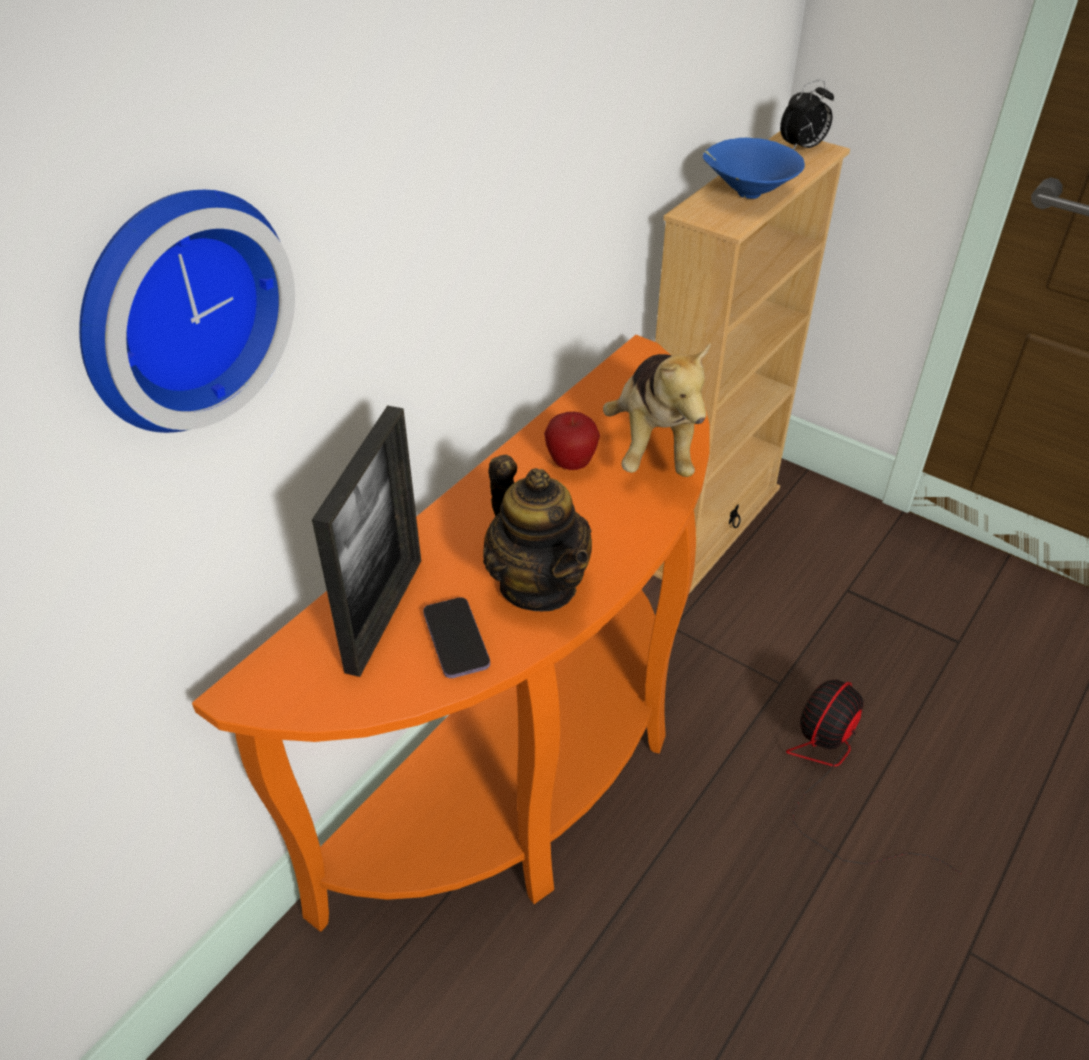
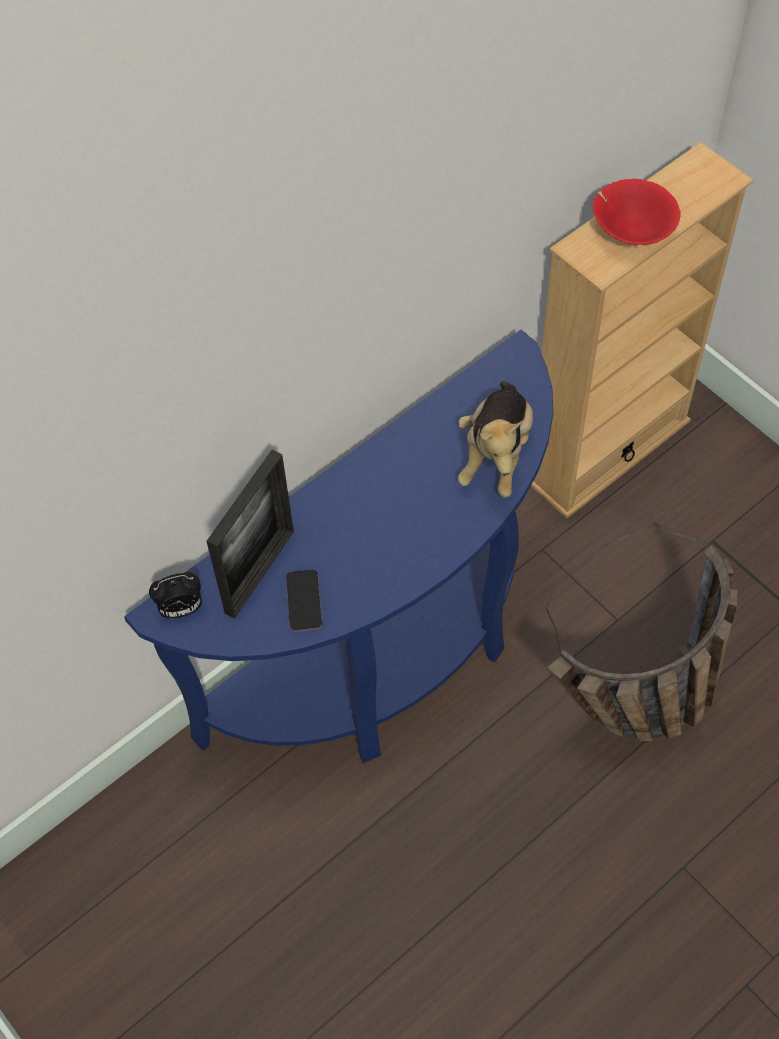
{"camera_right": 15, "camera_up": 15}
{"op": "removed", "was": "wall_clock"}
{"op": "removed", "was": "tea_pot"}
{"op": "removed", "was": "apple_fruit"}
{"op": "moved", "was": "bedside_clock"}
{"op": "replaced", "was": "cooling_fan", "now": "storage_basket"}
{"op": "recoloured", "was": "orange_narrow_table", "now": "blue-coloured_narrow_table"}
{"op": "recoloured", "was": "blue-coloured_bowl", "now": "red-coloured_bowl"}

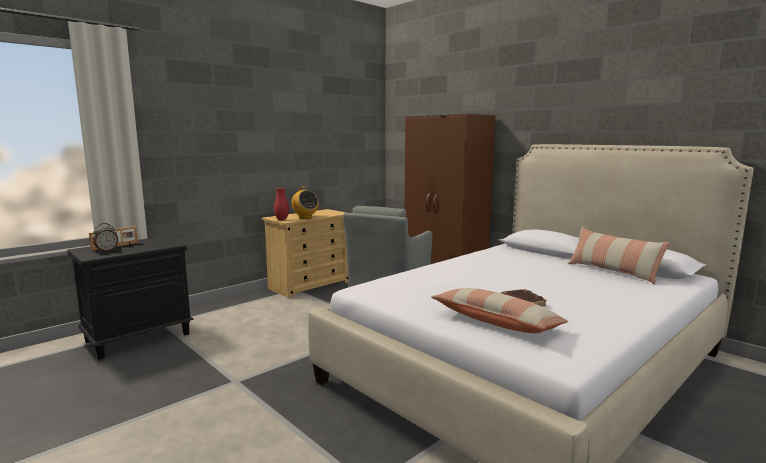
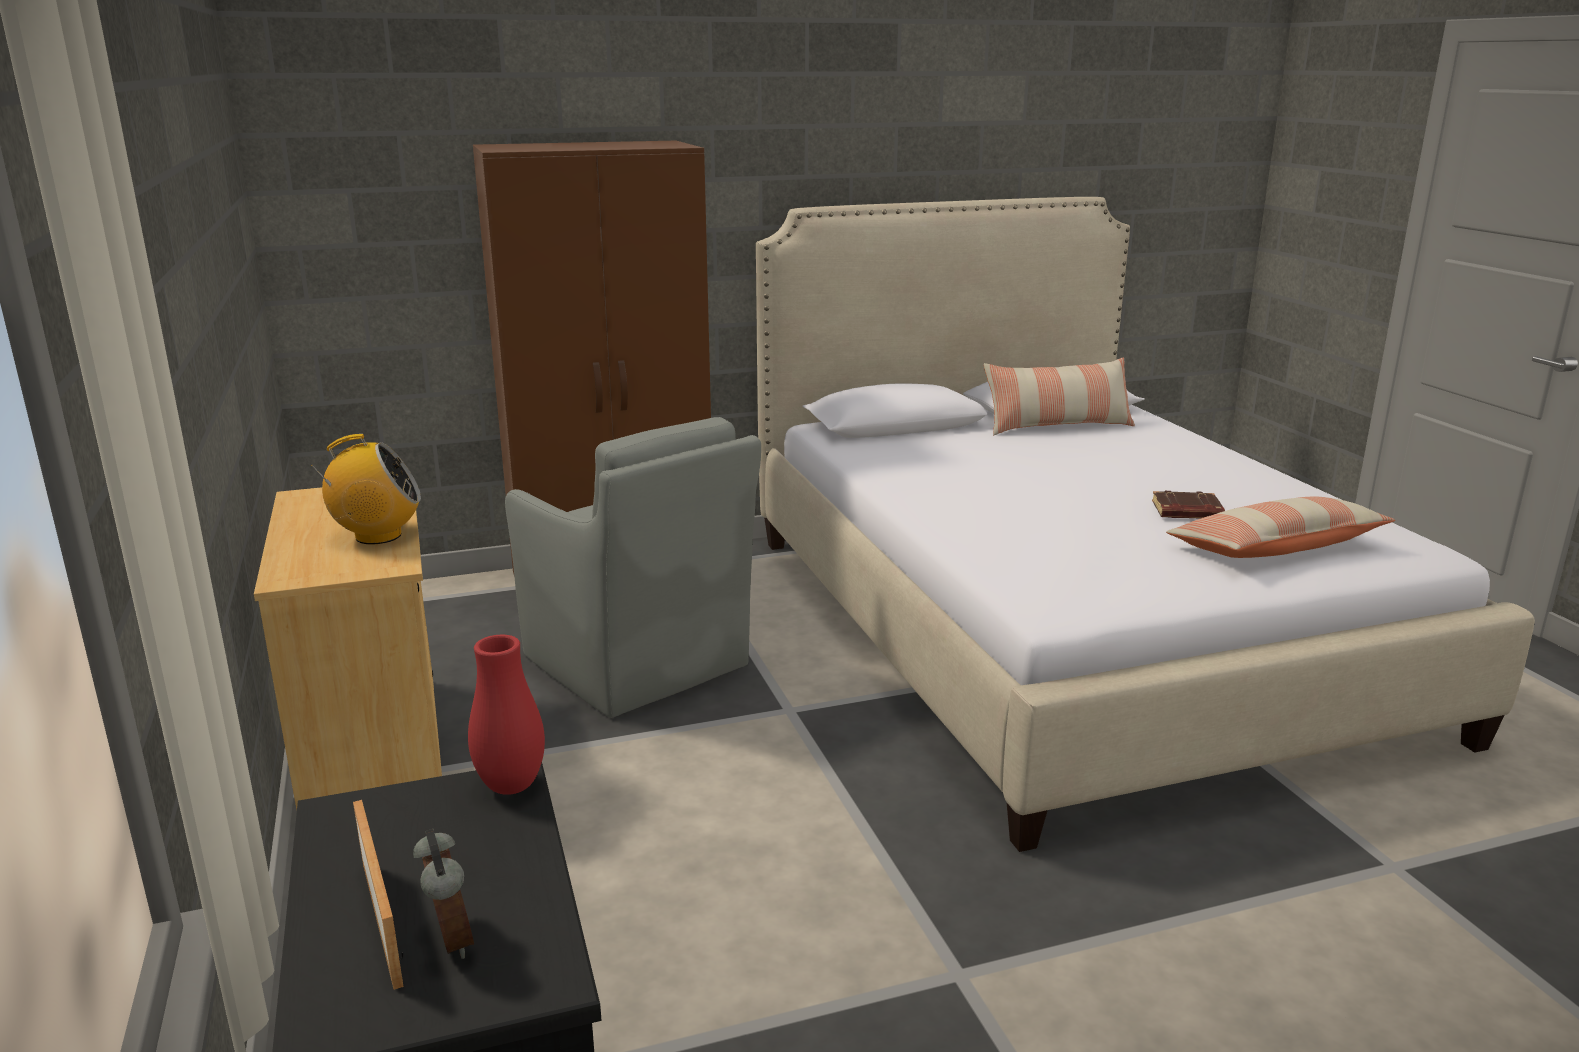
{"camera_right": -65, "camera_up": 10}
{"op": "moved", "was": "red-coloured_flower_vase"}

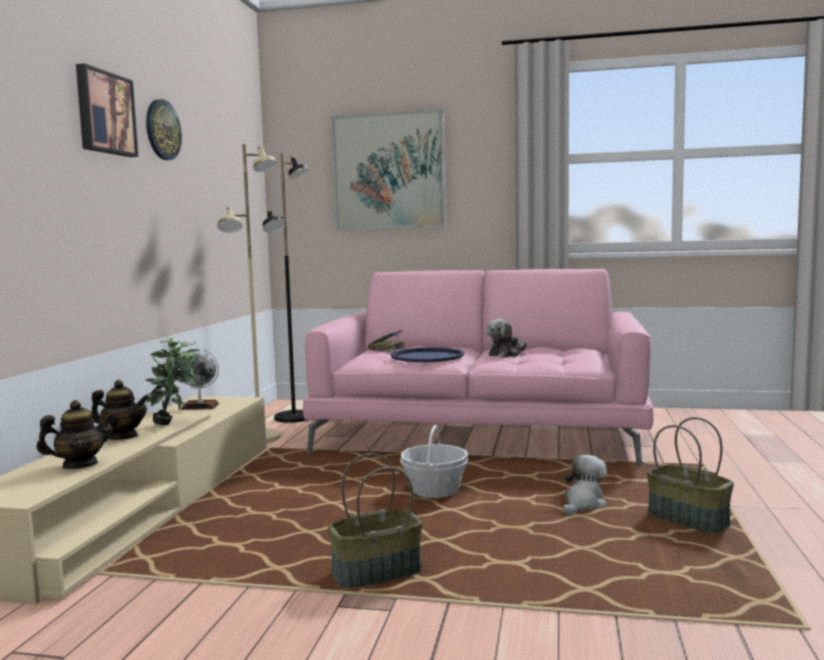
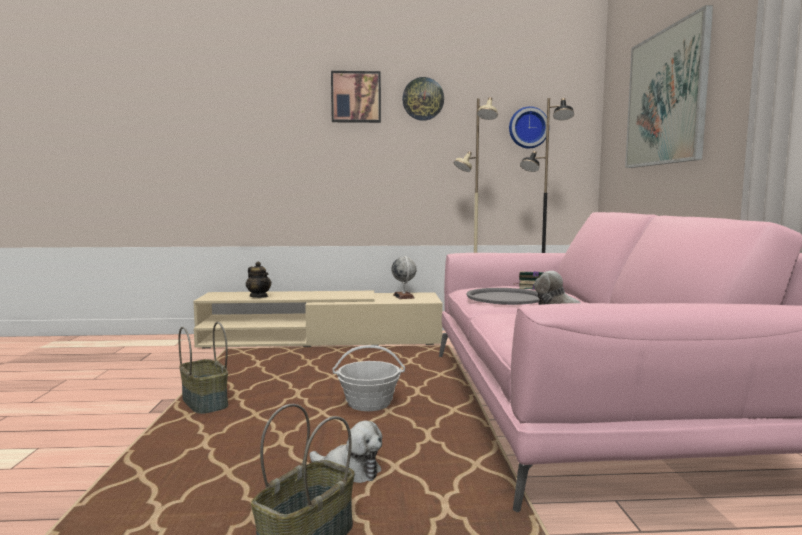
{"camera_right": 75, "camera_up": 0}
{"op": "removed", "was": "tea_pot (2nd from left)"}
{"op": "removed", "was": "plant_in_a_pot"}
{"op": "added", "now": "wall_clock (2nd from left)"}
{"op": "recoloured", "was": "blue-coloured_tray", "now": "grey_tray"}

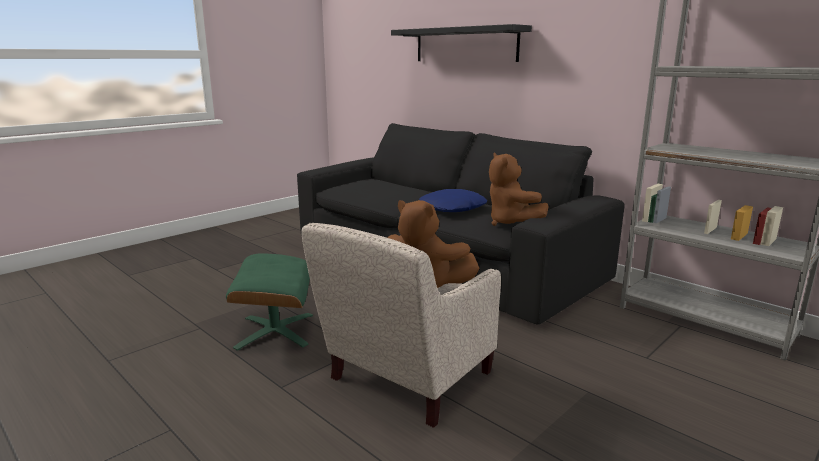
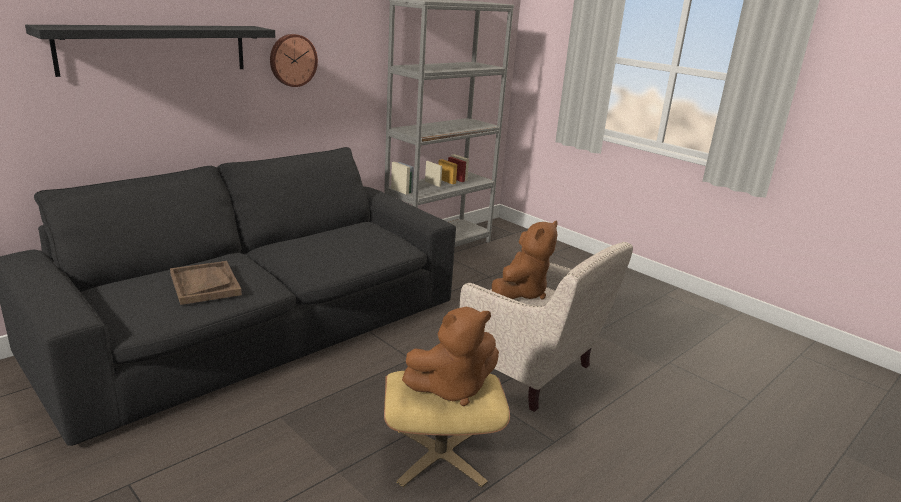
{"camera_right": -90, "camera_up": 5}
{"op": "removed", "was": "blue-coloured_throw_pillow"}
{"op": "added", "now": "brown_tray"}
{"op": "added", "now": "wall_clock"}
{"op": "moved", "was": "brown_soft_toy (2nd from left in the first image)", "now": "brown_soft_toy (1st from left)"}
{"op": "recoloured", "was": "greenish_footrest", "now": "beige-coloured_footrest"}

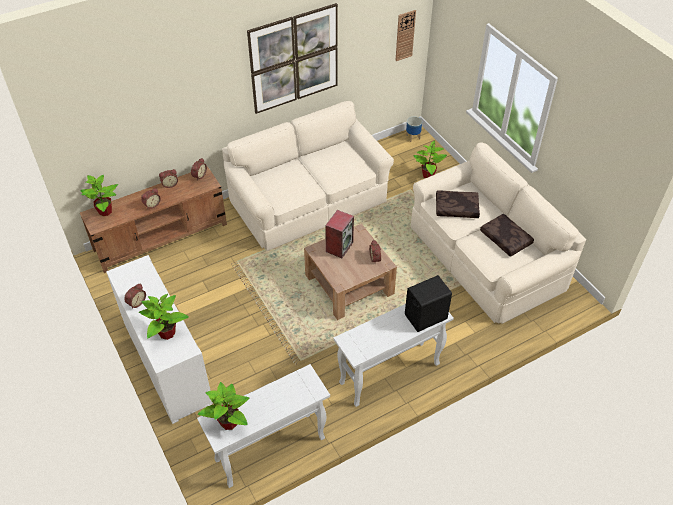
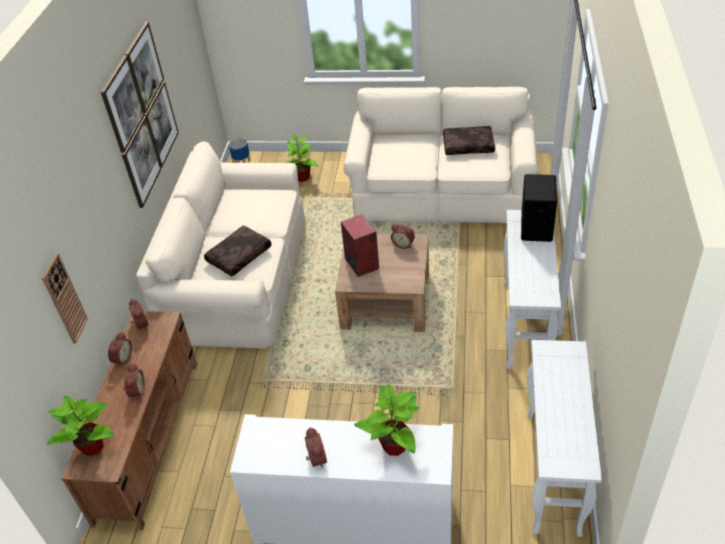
{"camera_right": -50, "camera_up": -5}
{"op": "removed", "was": "plant_in_a_pot (3rd from left)"}
{"op": "moved", "was": "wall_clock"}
{"op": "moved", "was": "brown_throw_pillow (1st from left)"}

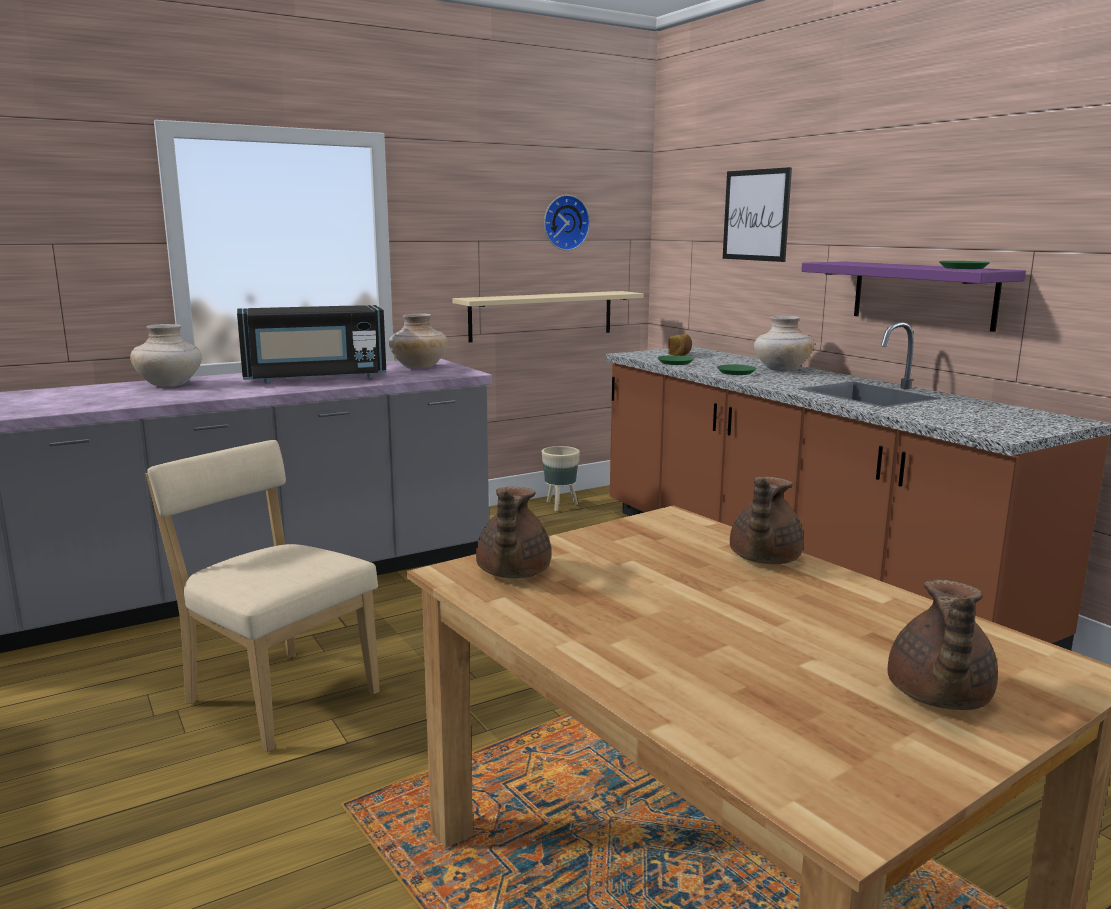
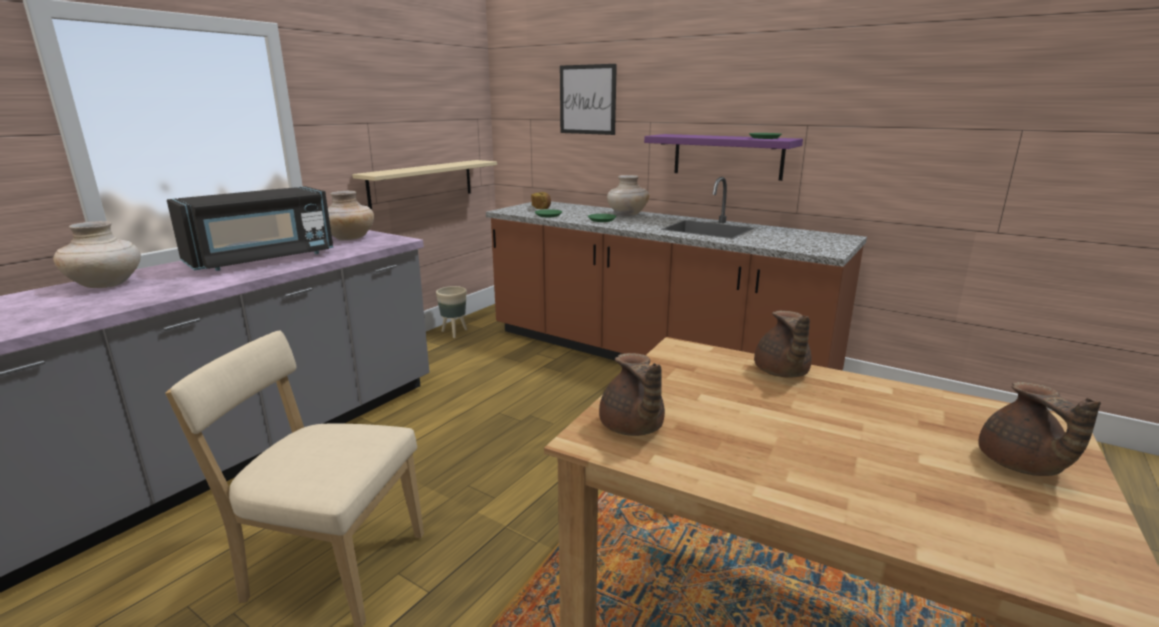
{"camera_right": -25, "camera_up": 5}
{"op": "removed", "was": "wall_clock"}

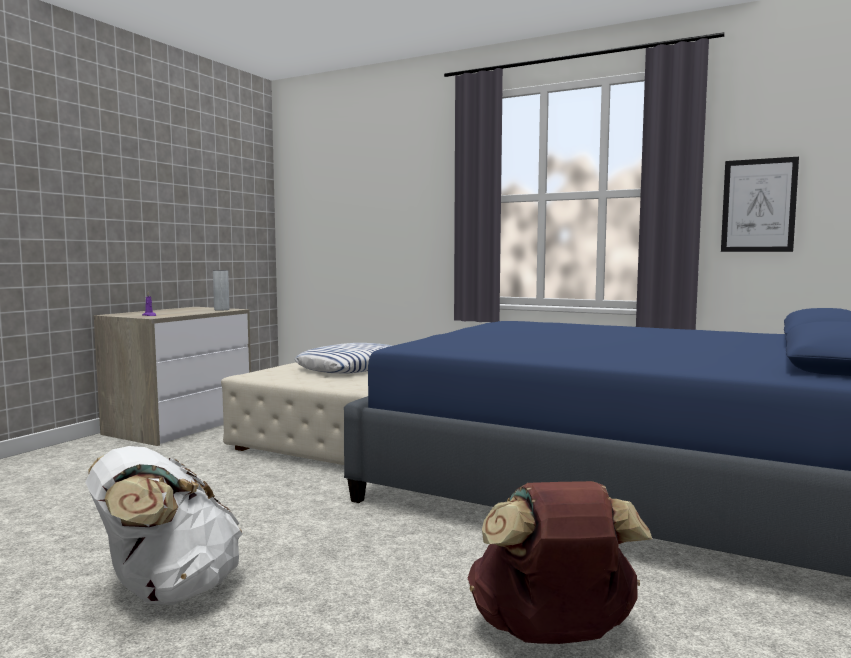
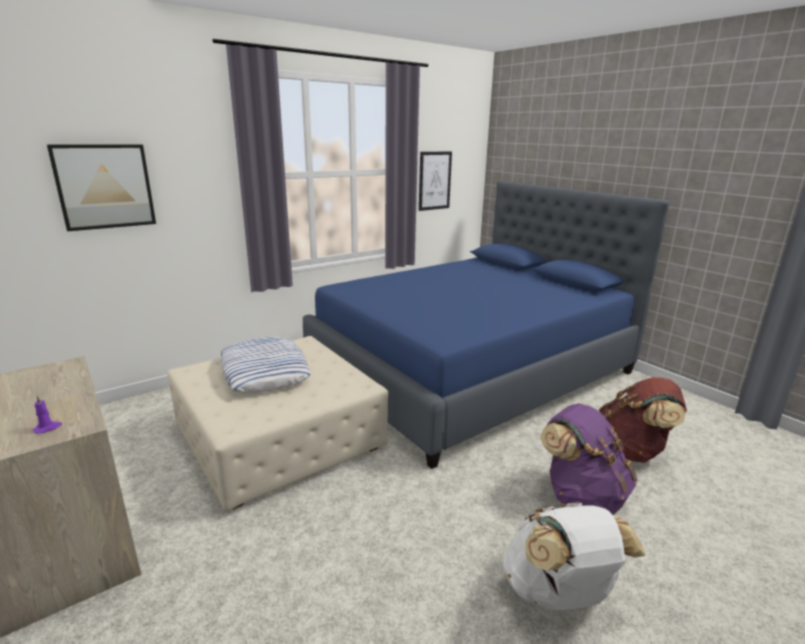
{"camera_right": -65, "camera_up": 15}
{"op": "removed", "was": "grey_flower_vase"}
{"op": "added", "now": "wall_picture (1st from left)"}
{"op": "added", "now": "purple_rucksack"}

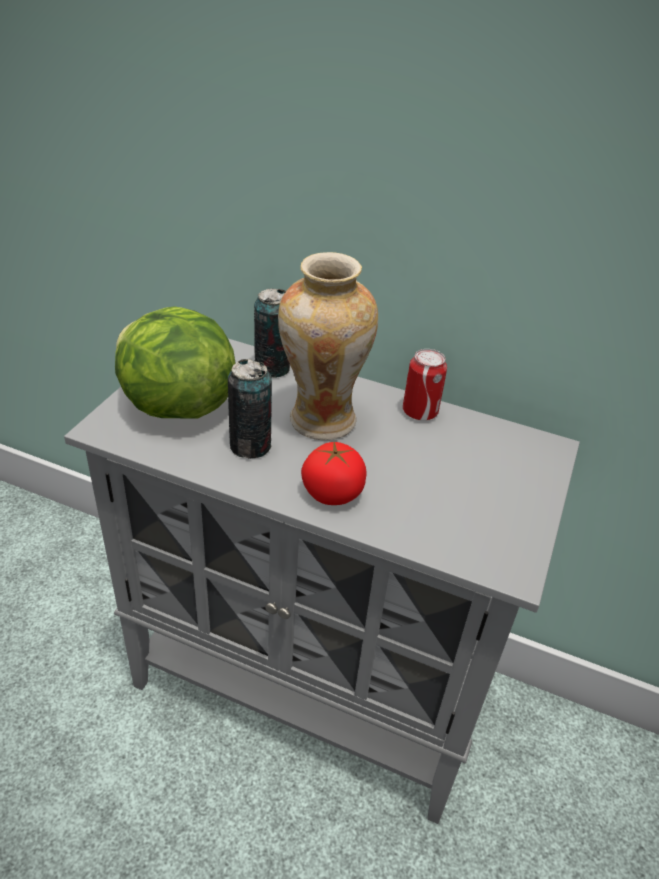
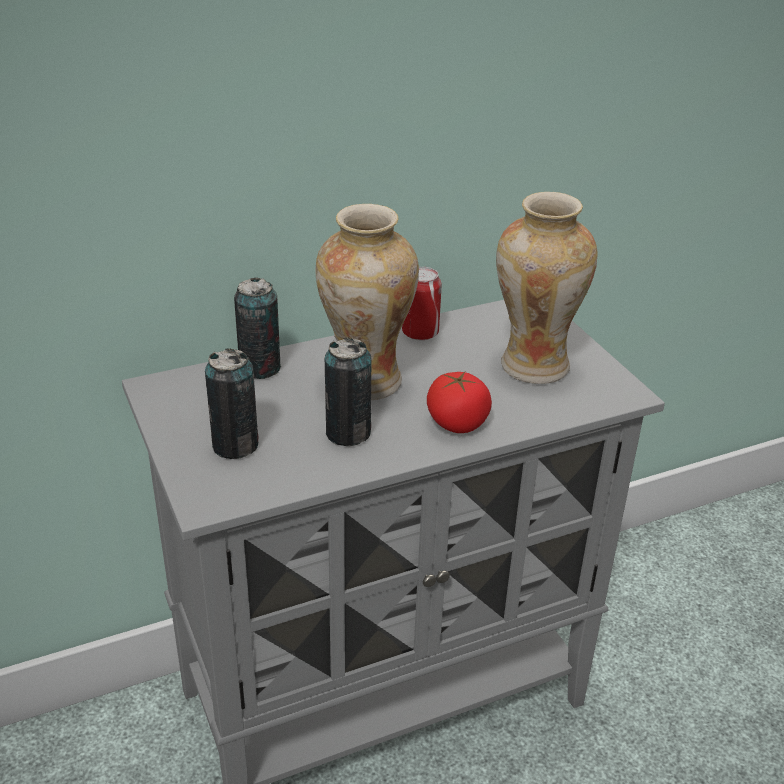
{"camera_right": -45, "camera_up": -5}
{"op": "added", "now": "flower_vase (2nd from left)"}
{"op": "replaced", "was": "lettuce_head", "now": "metal_can (1st from left)"}

